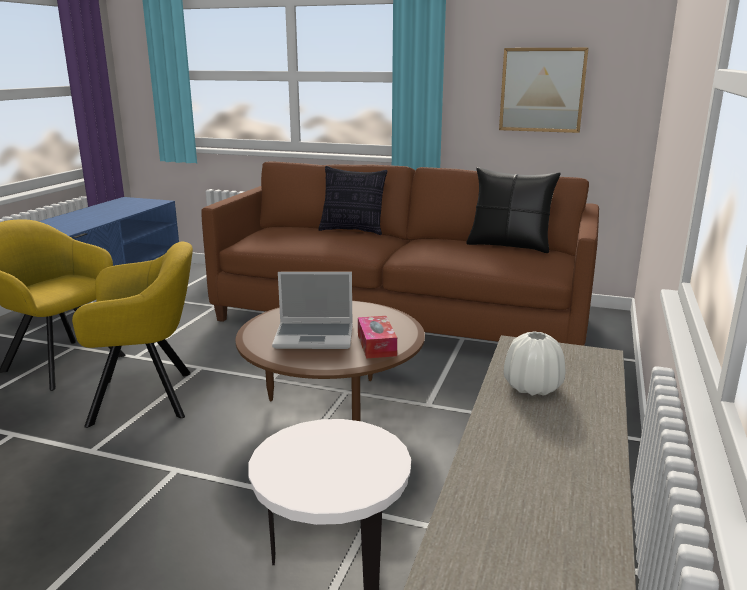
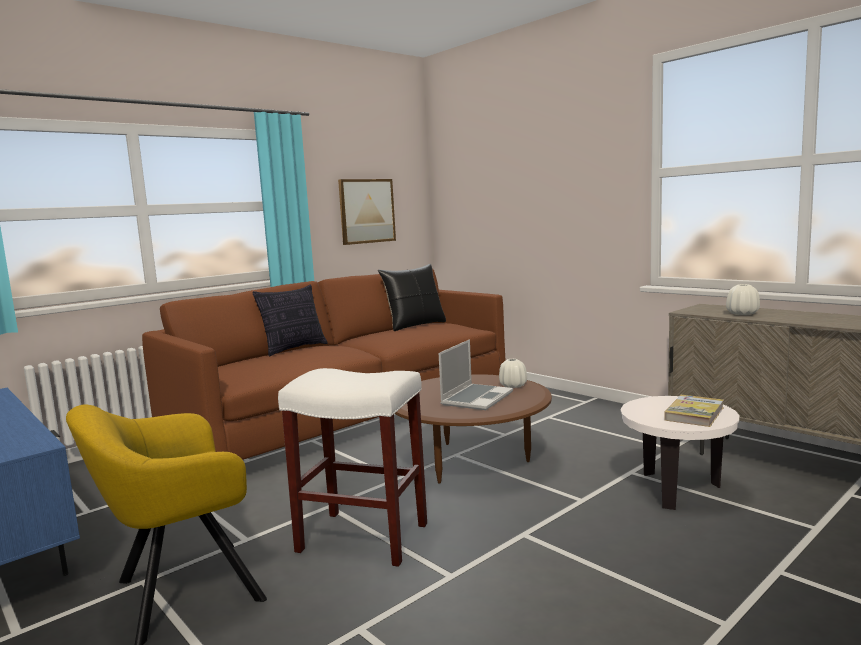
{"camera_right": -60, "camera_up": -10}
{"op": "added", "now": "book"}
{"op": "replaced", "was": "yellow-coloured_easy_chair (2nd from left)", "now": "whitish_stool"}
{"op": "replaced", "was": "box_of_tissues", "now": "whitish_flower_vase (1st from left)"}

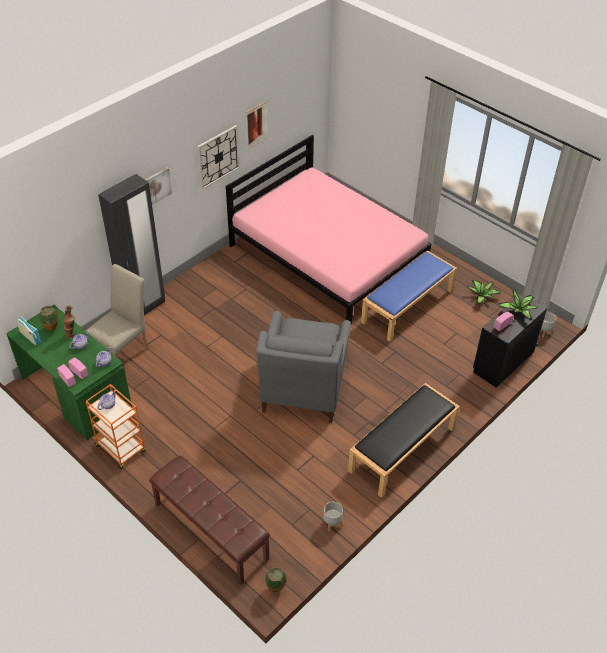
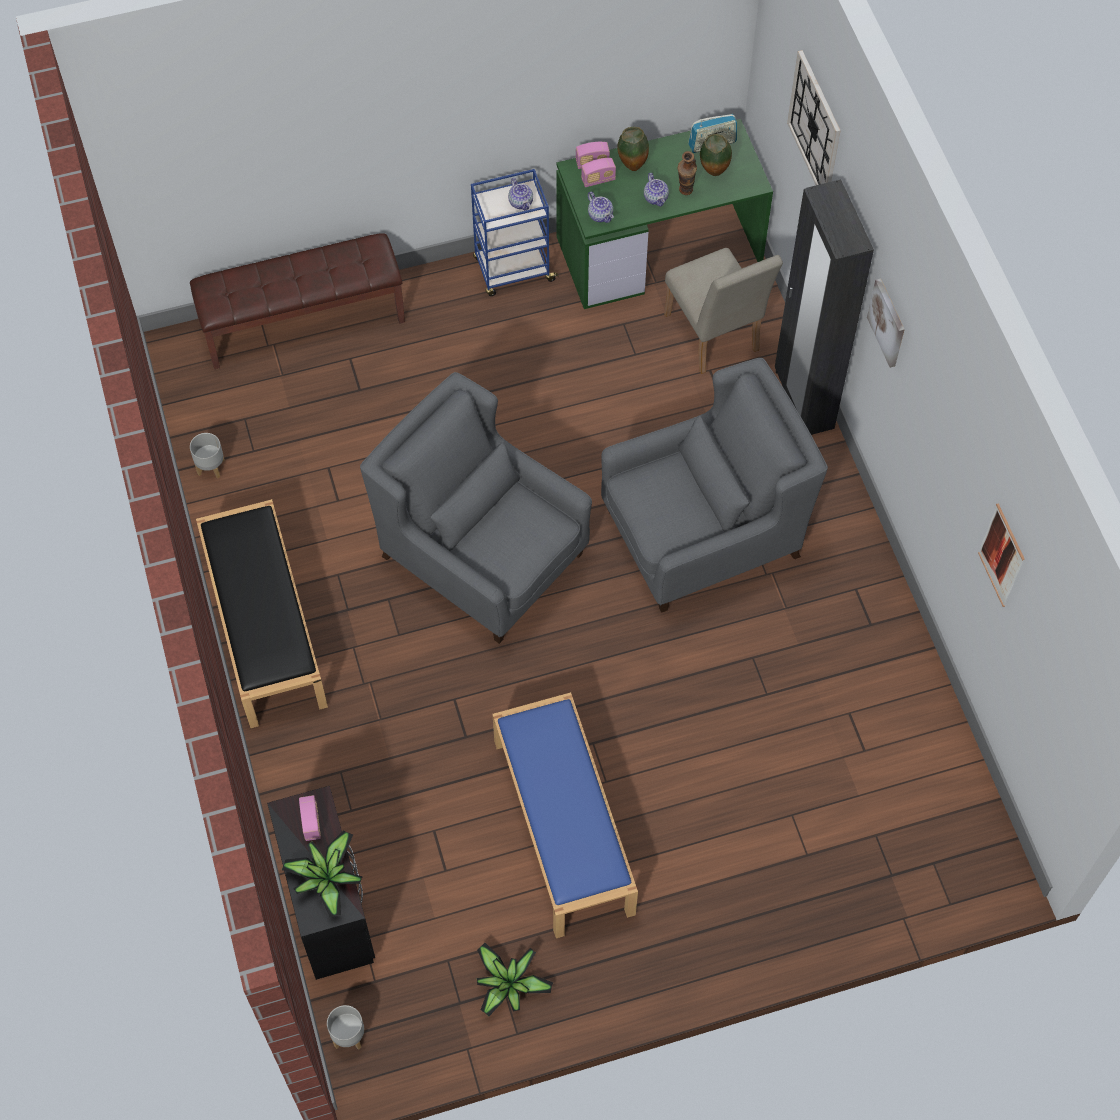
{"camera_right": 120, "camera_up": 15}
{"op": "removed", "was": "pinkish_sleeping_bed"}
{"op": "added", "now": "grey_easy_chair (2nd from left)"}
{"op": "moved", "was": "wall_clock"}
{"op": "moved", "was": "flower_vase (3rd from left in the first image)", "now": "flower_vase (1st from left)"}
{"op": "recoloured", "was": "orange_cart", "now": "blue-coloured_cart"}

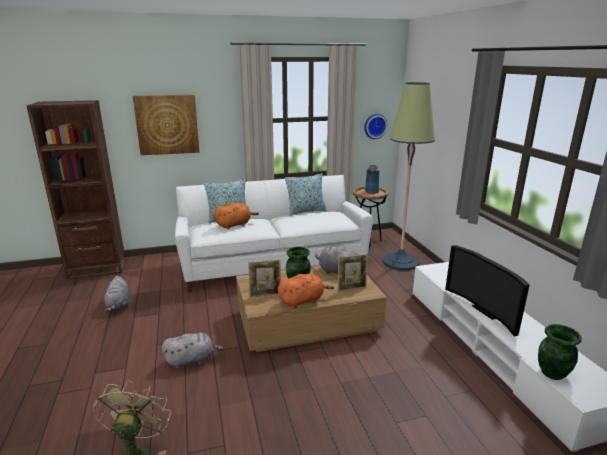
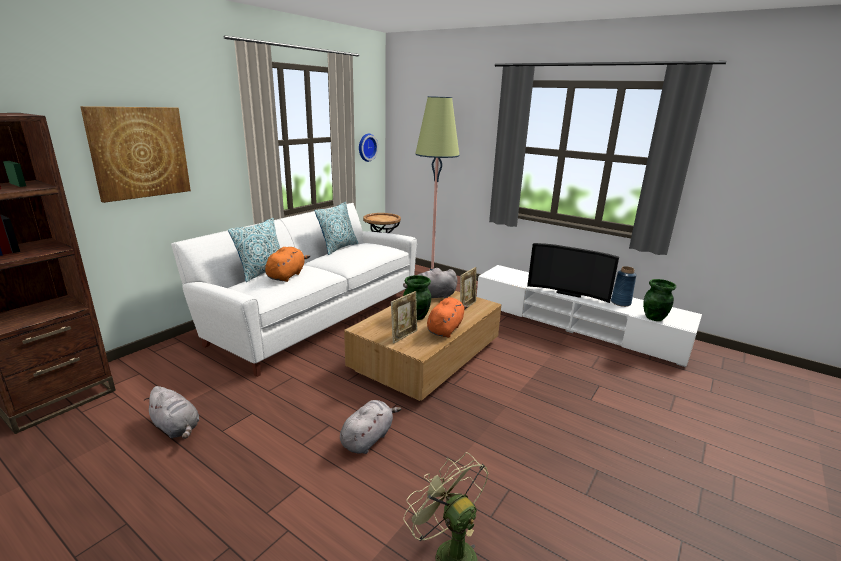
{"camera_right": -40, "camera_up": 0}
{"op": "moved", "was": "blue-coloured_flower_vase"}

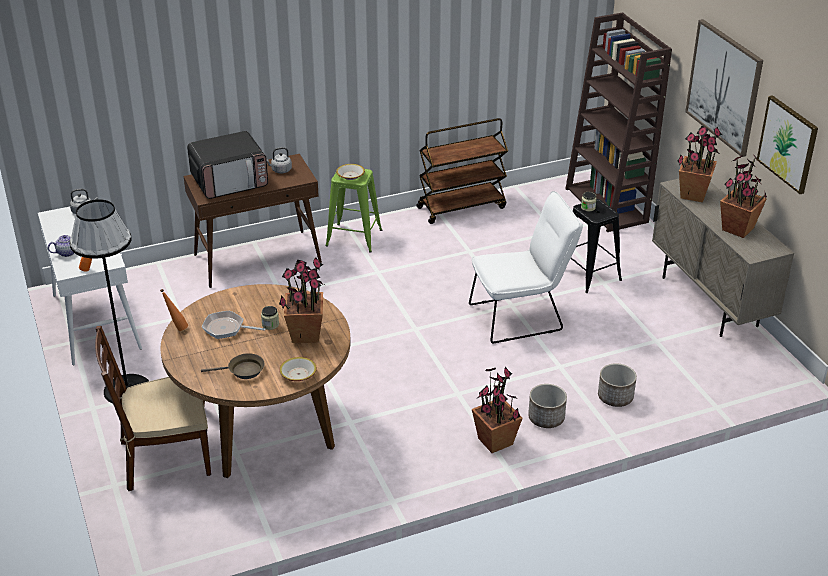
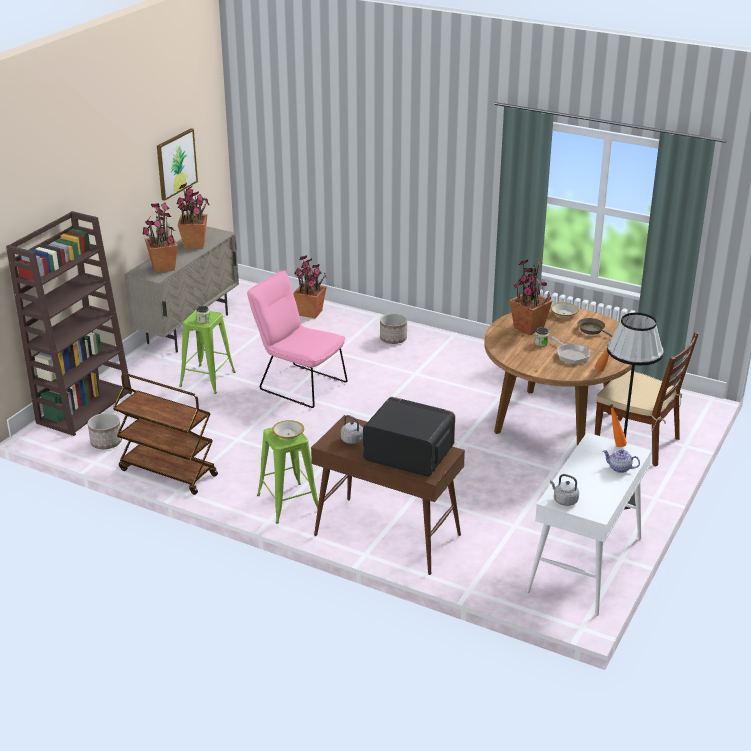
{"camera_right": -130, "camera_up": -5}
{"op": "removed", "was": "wall_picture (1st from left)"}
{"op": "moved", "was": "plant_in_a_pot (2nd from left in the first image)", "now": "plant_in_a_pot (3rd from left)"}
{"op": "moved", "was": "plant_pot (2nd from left in the first image)", "now": "plant_pot (1st from left)"}
{"op": "recoloured", "was": "whitish_plain_chair", "now": "pinkish_plain_chair"}
{"op": "recoloured", "was": "blackish_stool", "now": "greenish_stool (1st from left)"}

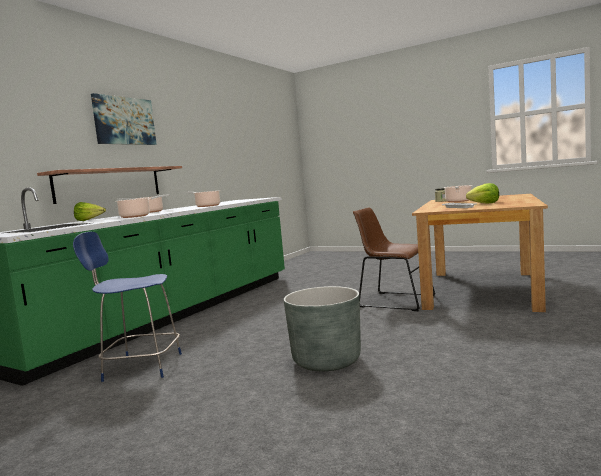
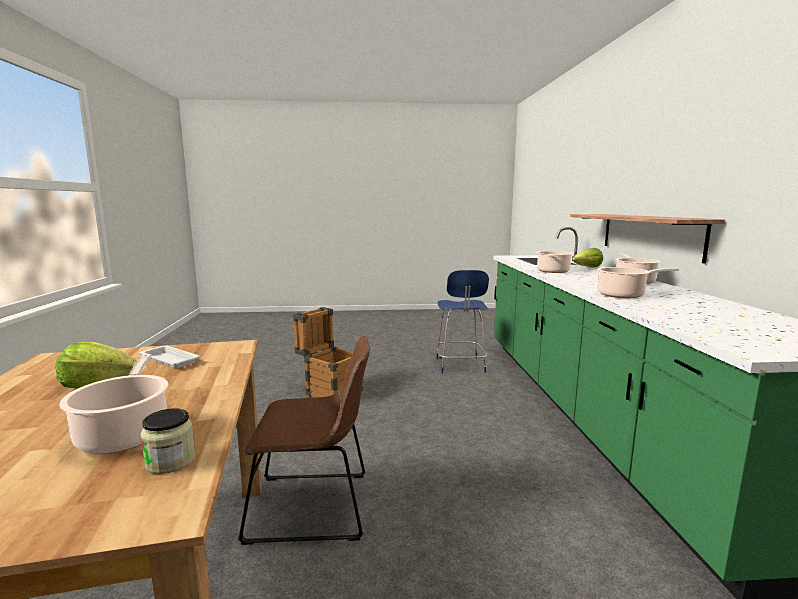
{"camera_right": 145, "camera_up": 5}
{"op": "removed", "was": "wall_picture"}
{"op": "replaced", "was": "grey_plant_pot", "now": "shipping_crate"}
{"op": "turned", "was": "blue-coloured_plain_chair", "clockwise": 120}

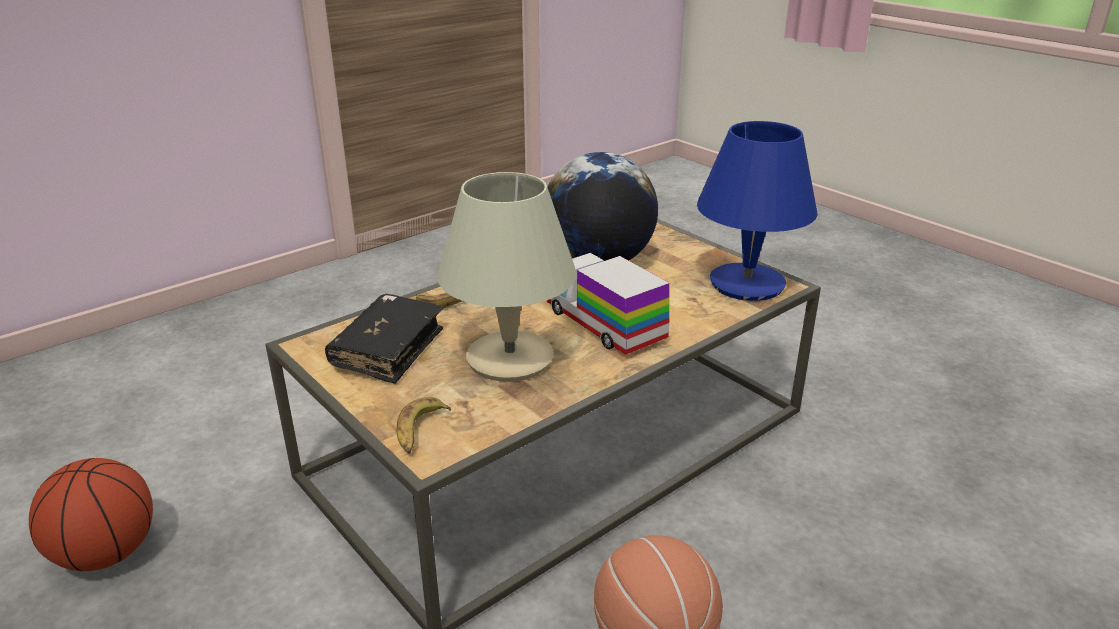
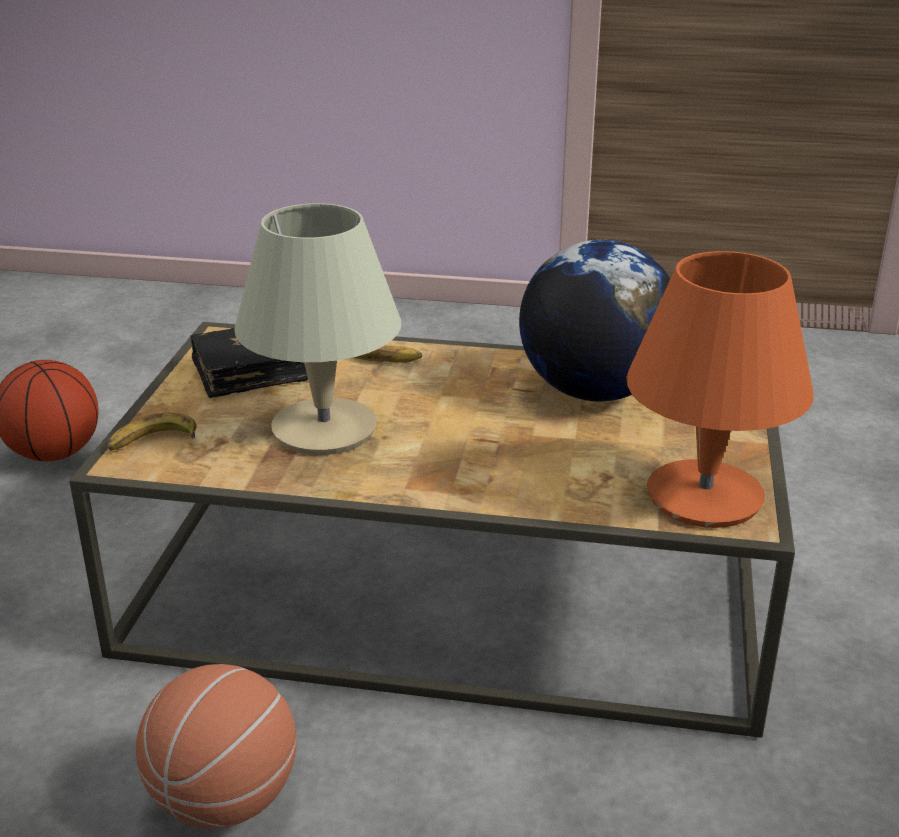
{"camera_right": 50, "camera_up": 0}
{"op": "removed", "was": "toy_truck"}
{"op": "recoloured", "was": "blue-coloured_tabletop_lamp", "now": "orange_tabletop_lamp"}

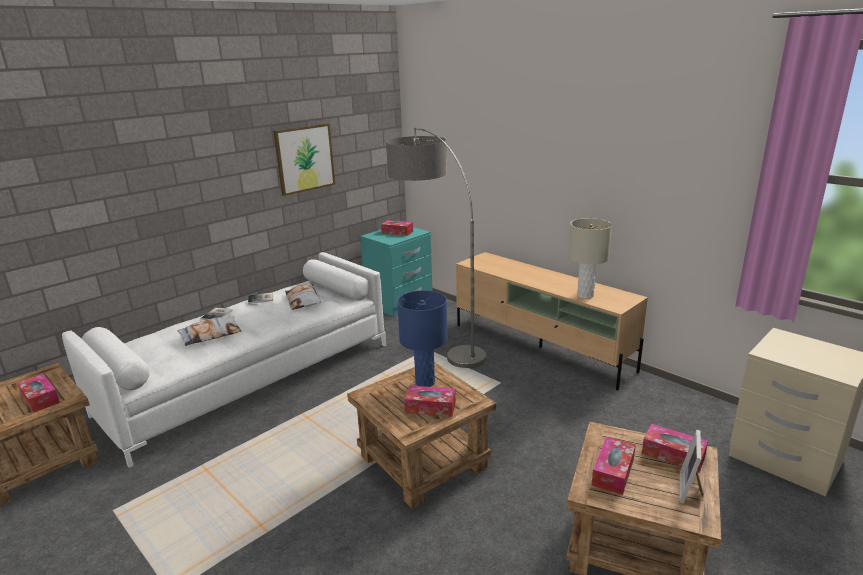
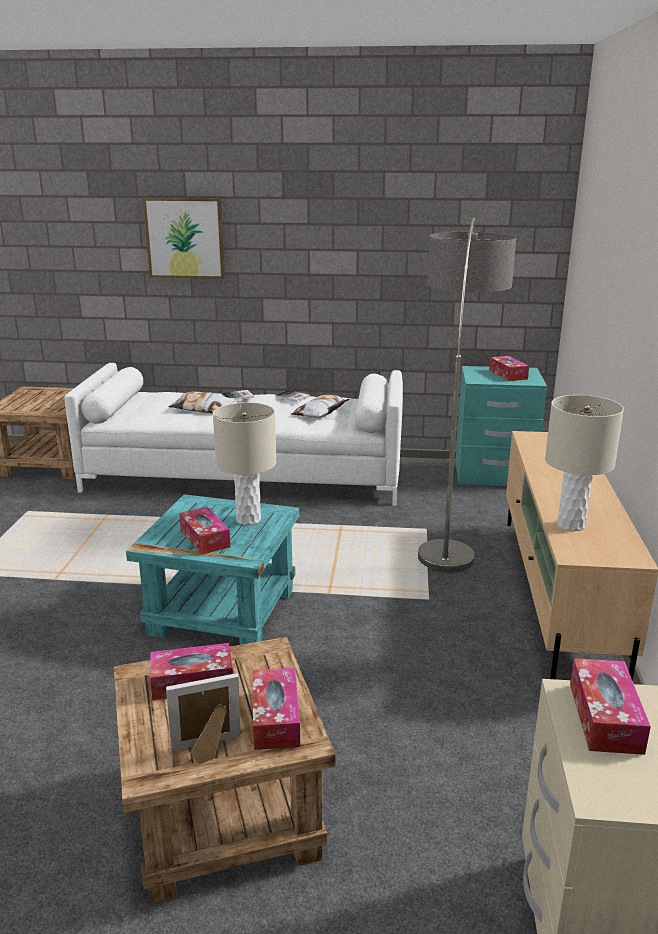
{"camera_right": 50, "camera_up": 0}
{"op": "moved", "was": "box_of_tissues (1st from left in the first image)", "now": "box_of_tissues (5th from left)"}
{"op": "moved", "was": "wall_picture"}
{"op": "recoloured", "was": "brown_end_table (2nd from left)", "now": "turquoise_end_table"}
{"op": "recoloured", "was": "blue-coloured_tabletop_lamp", "now": "beige-coloured_tabletop_lamp (1st from left)"}

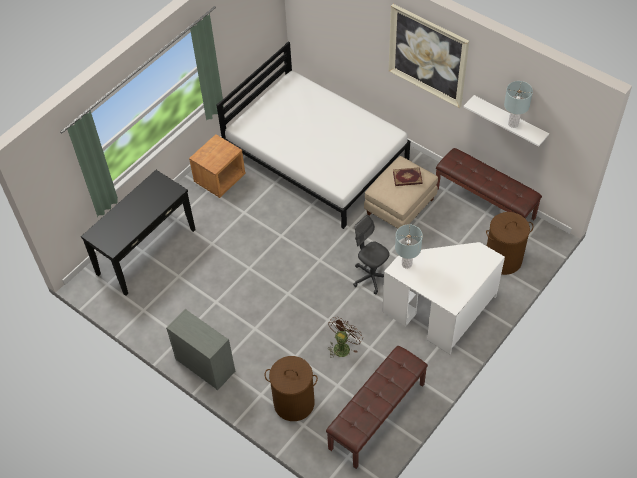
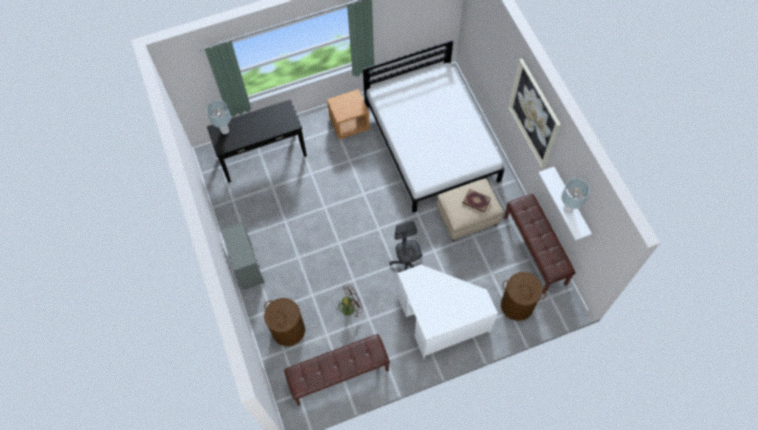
{"camera_right": 30, "camera_up": 10}
{"op": "moved", "was": "grey_tabletop_lamp (1st from left)"}

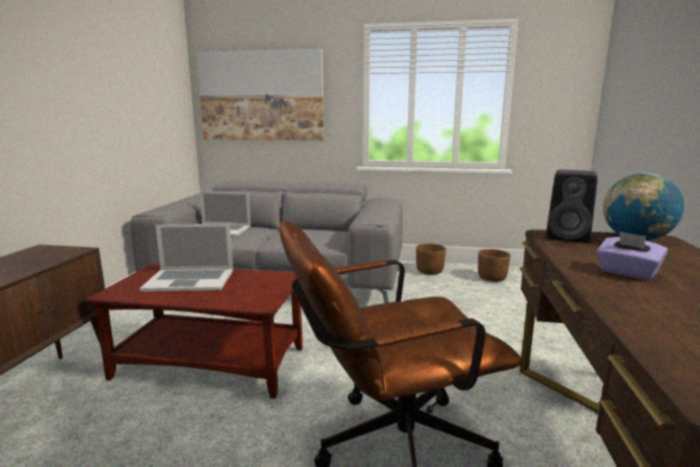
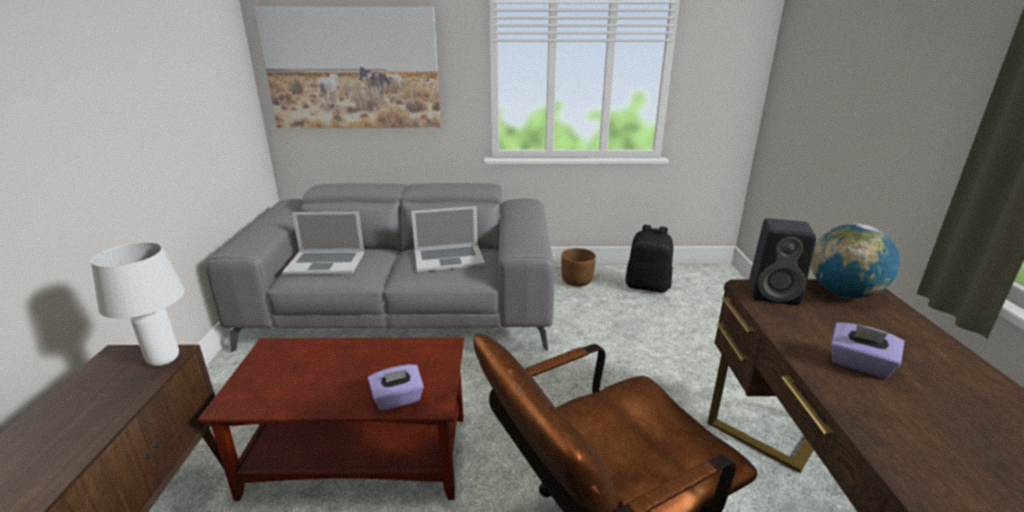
{"camera_right": -10, "camera_up": 10}
{"op": "added", "now": "whitish_tabletop_lamp"}
{"op": "added", "now": "purple_box_of_tissues (1st from left)"}
{"op": "moved", "was": "portable_computer (1st from left in the first image)", "now": "portable_computer (2nd from left)"}
{"op": "replaced", "was": "brown_plant_pot (2nd from left)", "now": "blackish_rucksack"}

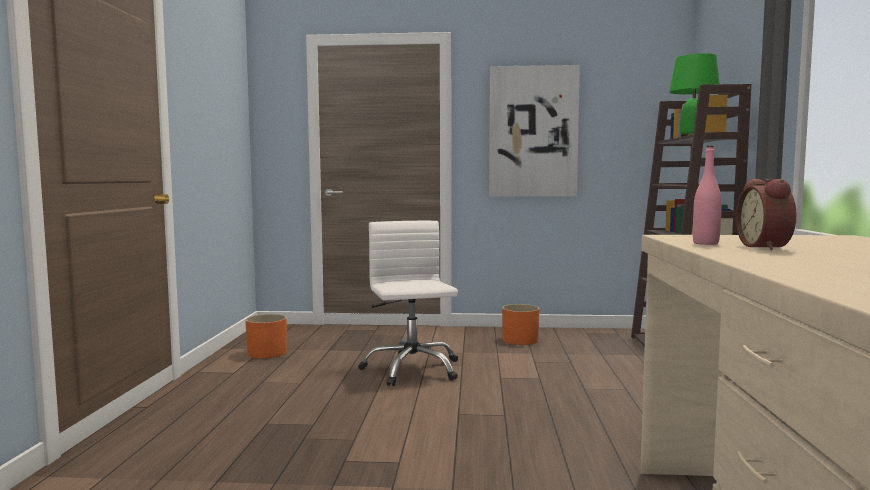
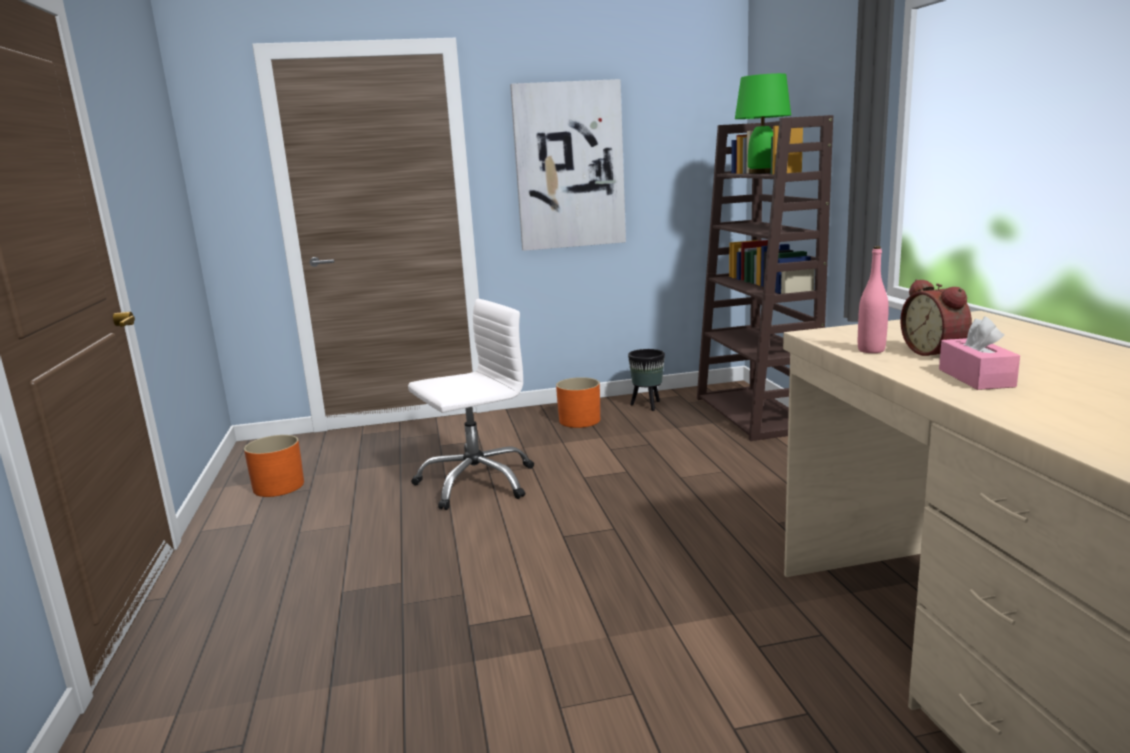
{"camera_right": -15, "camera_up": 10}
{"op": "added", "now": "blackish_plant_pot"}
{"op": "added", "now": "pinkish_box_of_tissues"}
{"op": "turned", "was": "whitish_desk_chair", "clockwise": 90}

